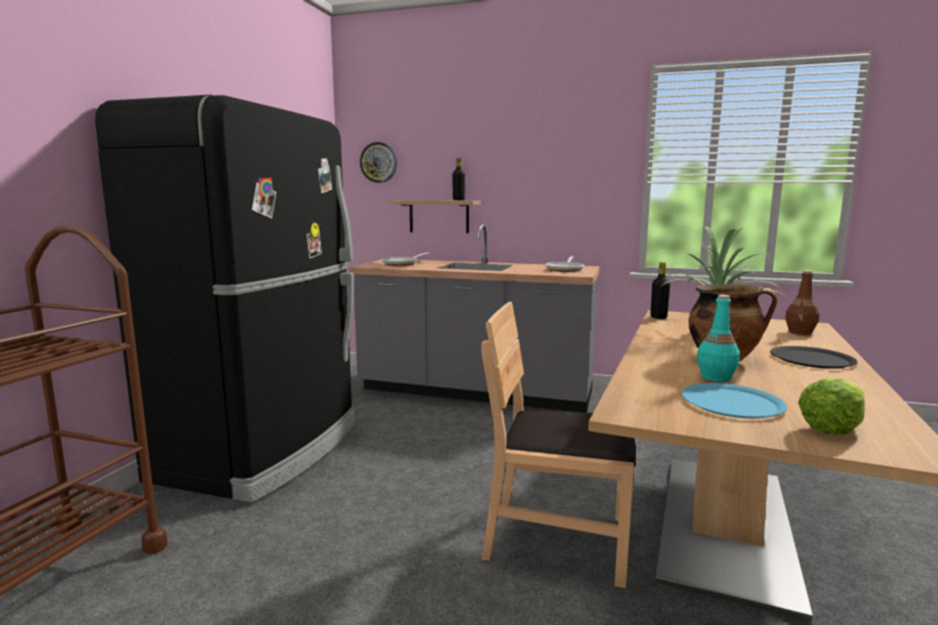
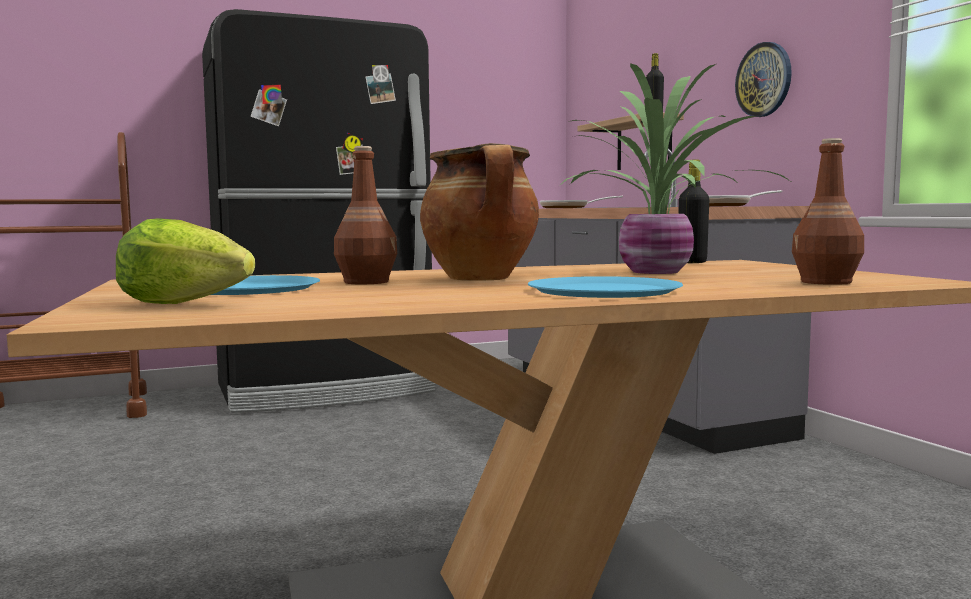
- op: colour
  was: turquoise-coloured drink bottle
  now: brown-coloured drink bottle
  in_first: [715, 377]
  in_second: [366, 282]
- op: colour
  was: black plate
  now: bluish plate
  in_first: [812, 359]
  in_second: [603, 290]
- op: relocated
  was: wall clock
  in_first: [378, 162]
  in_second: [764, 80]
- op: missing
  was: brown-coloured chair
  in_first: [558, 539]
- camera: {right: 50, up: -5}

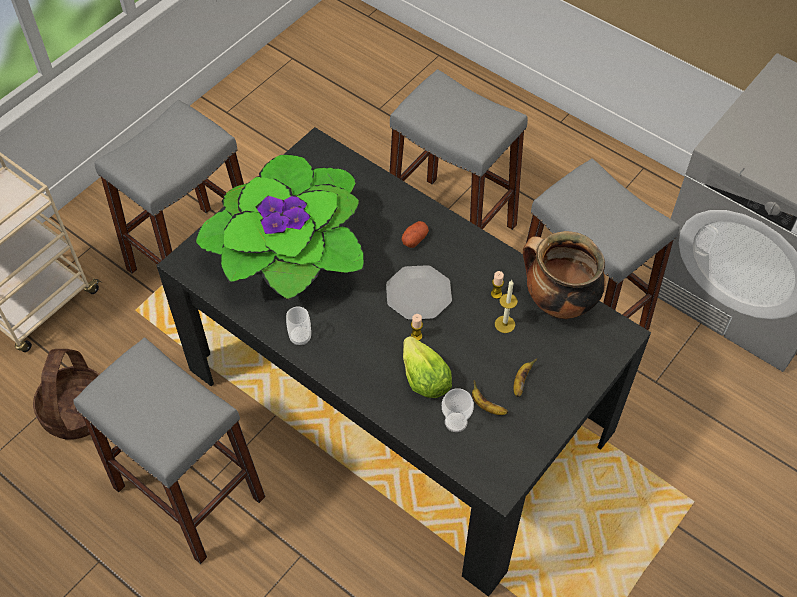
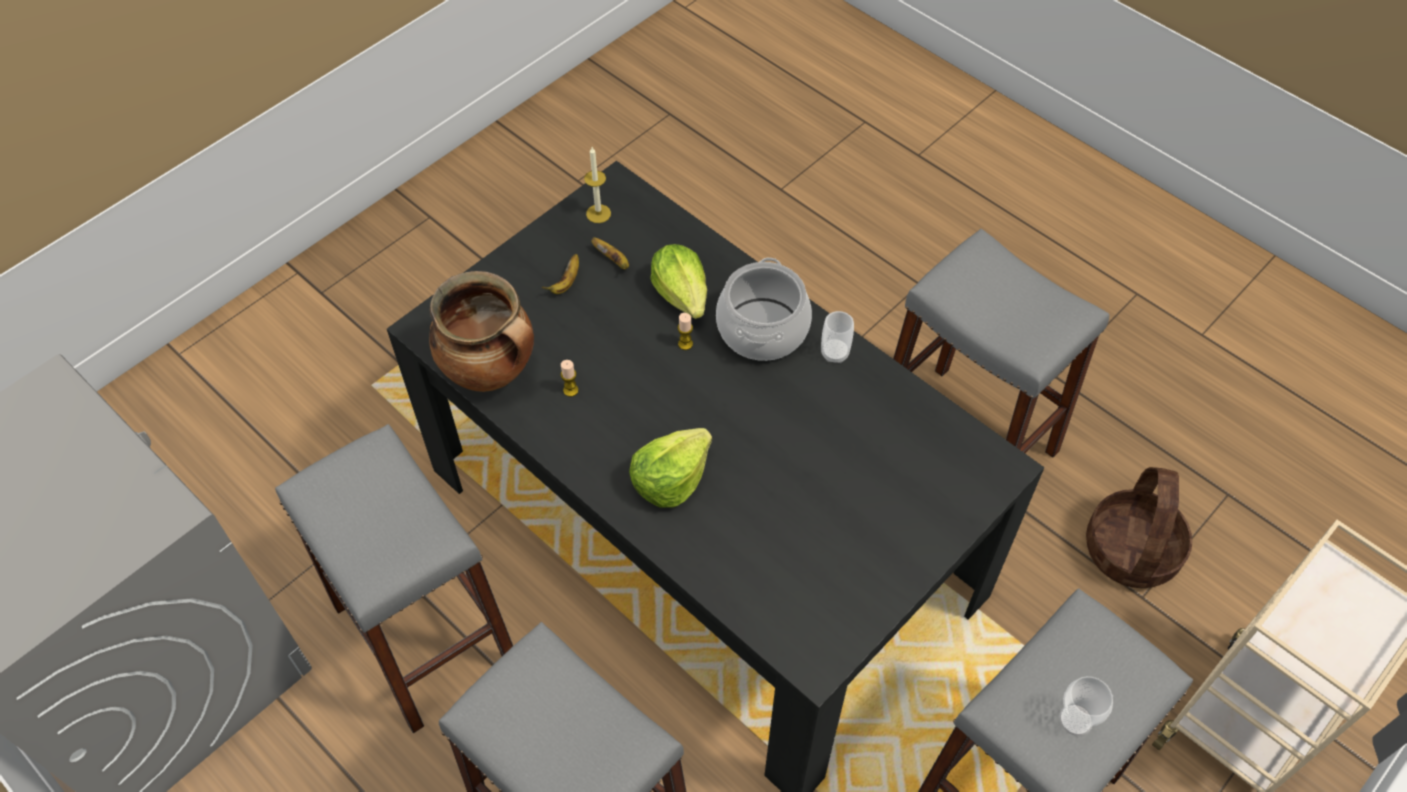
- op: relocated
  was: wax light
  in_first: [504, 324]
  in_second: [598, 213]
- op: exchanged
  was: spud
  now: lettuce head
  in_first: [414, 239]
  in_second: [670, 479]
- op: appeared
  now: cooking pot
  in_second: [763, 329]
- op: relocated
  was: drinking cup
  in_first: [456, 422]
  in_second: [1075, 720]
- op: missing
  was: potted plant
  in_first: [291, 252]
- op: missing
  was: plate
  in_first: [418, 294]
- camera: {right: -175, up: 0}

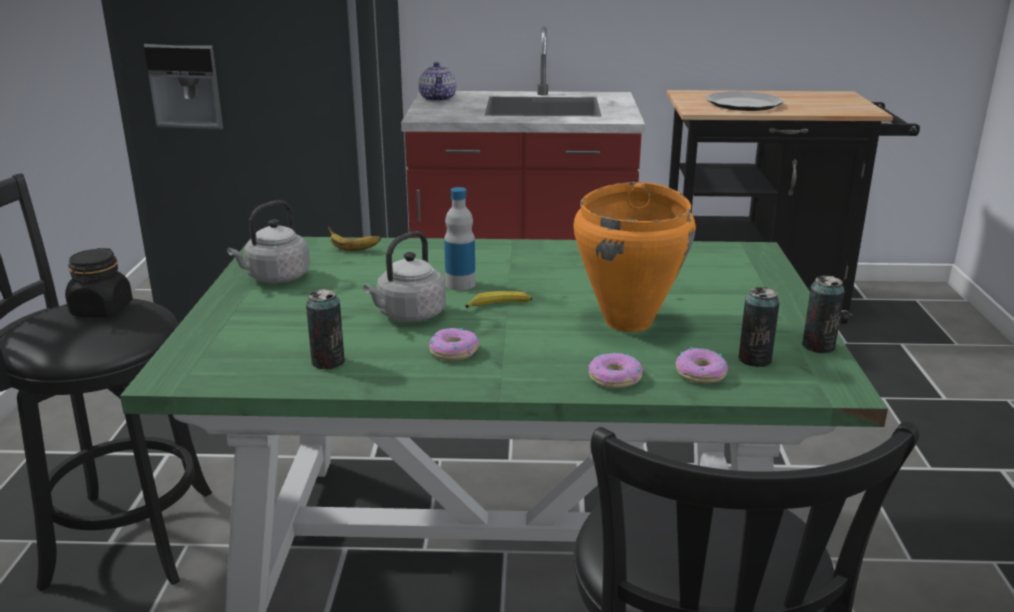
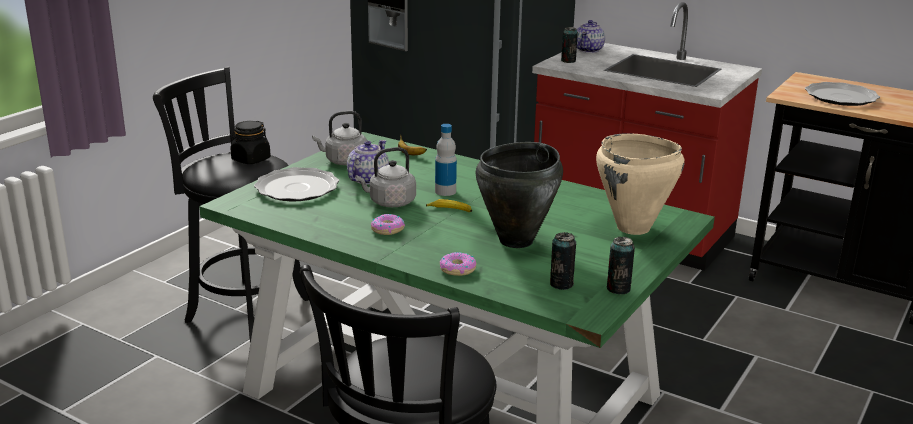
- op: appeared
  now: plate
  in_second: [297, 188]
- op: appeared
  now: tea pot
  in_second: [367, 179]
- op: colour
  was: orange cooking pot
  now: black cooking pot
  in_first: [629, 321]
  in_second: [517, 240]
- op: relocated
  was: metal can
  in_first: [328, 362]
  in_second: [568, 61]
- op: appeared
  now: beige-coloured cooking pot
  in_second: [633, 228]
- op: missing
  was: ring doughnut
  in_first: [701, 373]
- camera: {right: 30, up: 0}

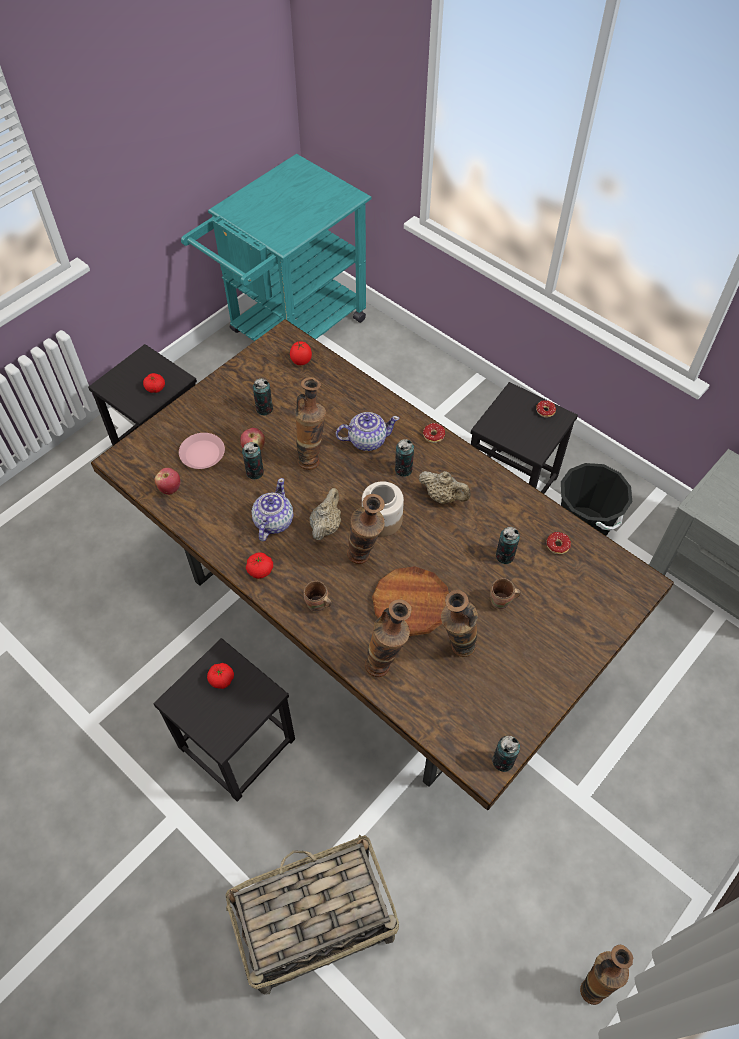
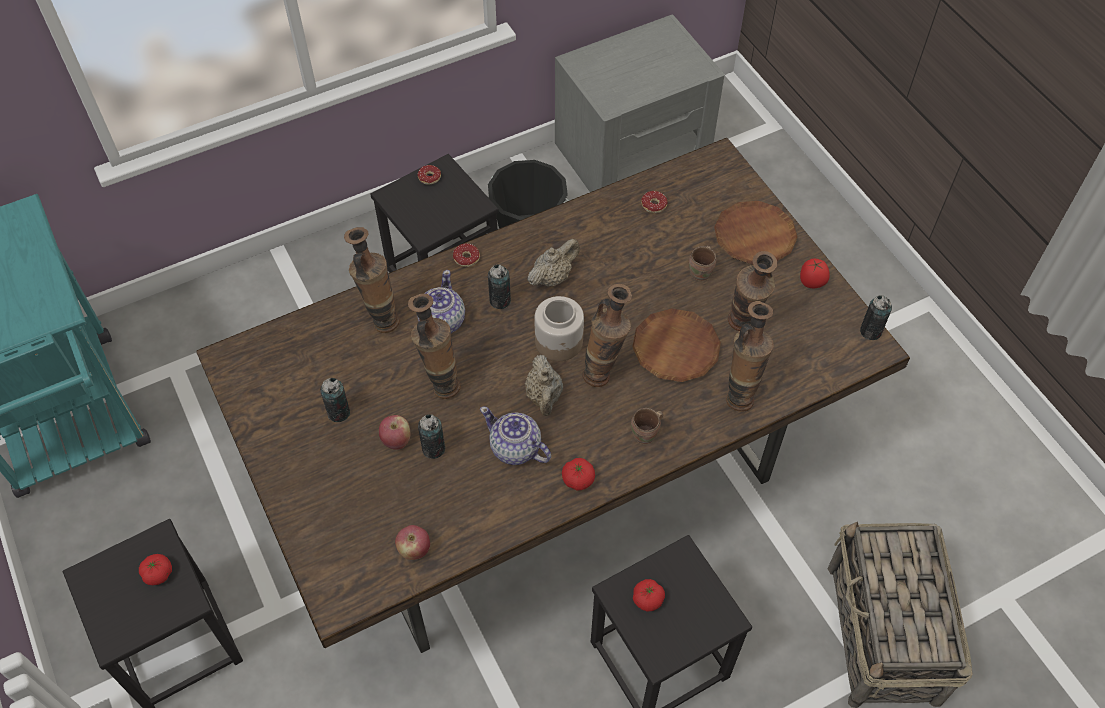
- op: relocated
  was: flower vase
  in_first: [594, 983]
  in_second: [380, 318]
- op: spun
  was: beige-coloured tea pot
  in_first: [326, 526]
  in_second: [544, 397]
  clockwise: -135
- op: appeared
  now: brown-coloured plate
  in_second: [754, 237]
- op: relocated
  was: fresh tomato
  in_first: [301, 361]
  in_second: [812, 283]
- op: missing
  was: pinkish plate
  in_first: [202, 454]
- op: missing
  was: metal can
  in_first: [505, 556]
- camera: {right: -70, up: 0}

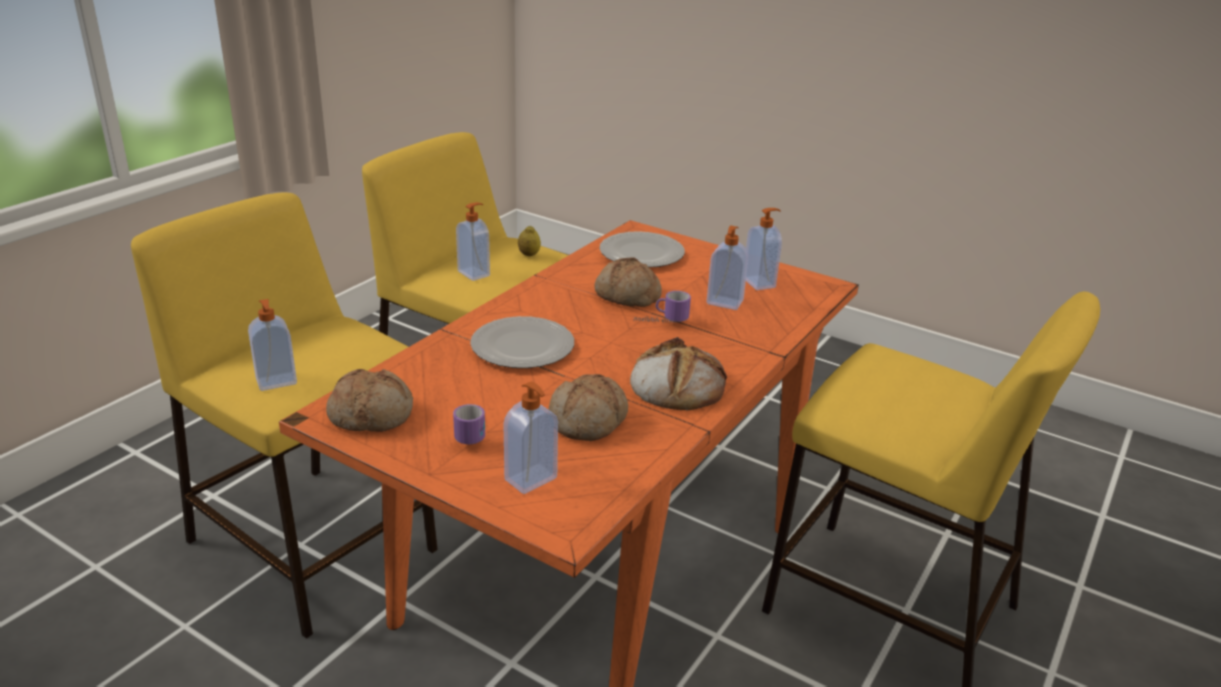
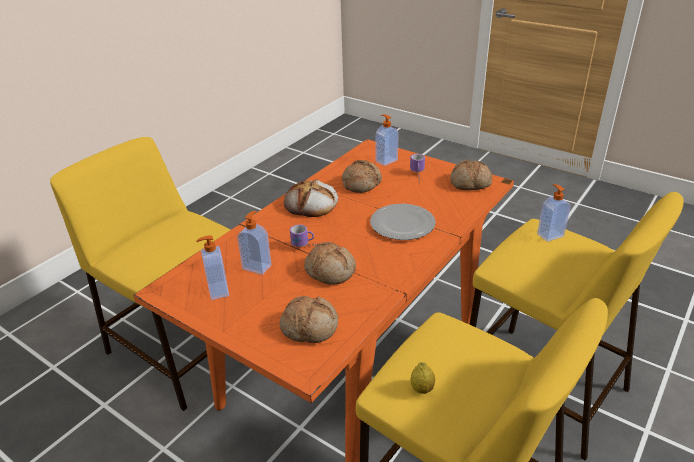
- op: exchanged
  was: plate
  now: bakery bread
  in_first: [640, 254]
  in_second: [310, 327]
- op: missing
  was: soap dispenser
  in_first: [474, 273]
- camera: {right: -175, up: 5}

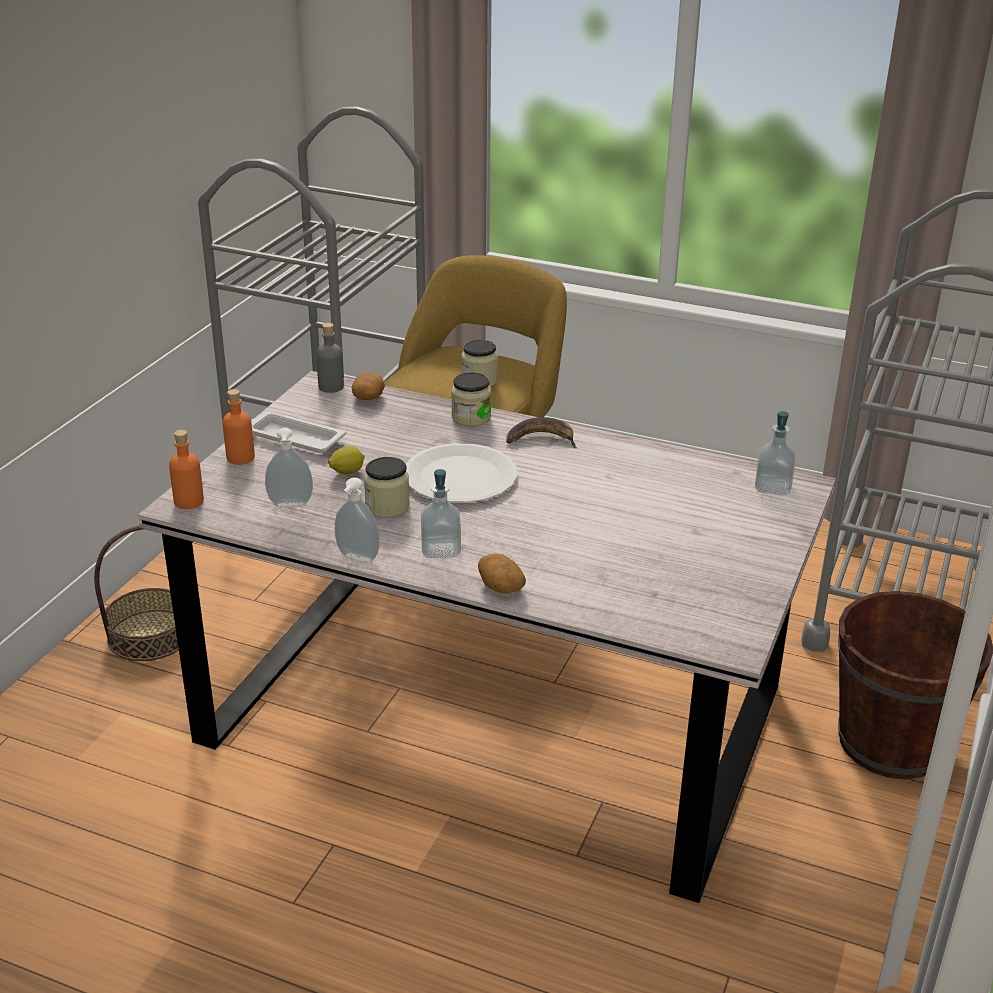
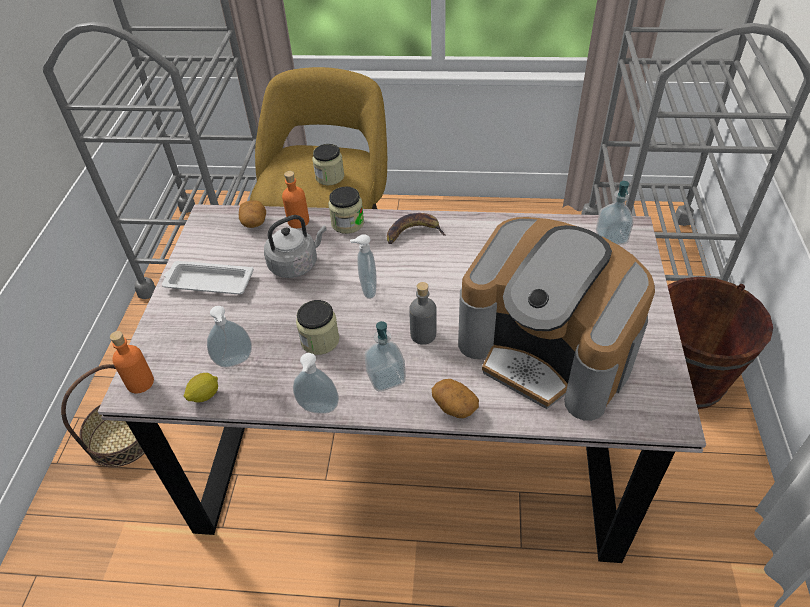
- op: relocated
  was: lemon
  in_first: [347, 472]
  in_second: [204, 396]
- op: appeared
  now: greyish tea kettle
  in_second: [296, 264]
- op: relocated
  was: orange drink bottle
  in_first: [240, 457]
  in_second: [298, 221]
- op: exchanged
  was: white plate
  now: soap dispenser
  in_first: [460, 477]
  in_second: [367, 290]
- op: relocated
  was: greyish drink bottle
  in_first: [331, 387]
  in_second: [423, 334]
- op: appeared
  now: coffee brewer
  in_second: [547, 351]
- camera: {right: -15, up: 15}

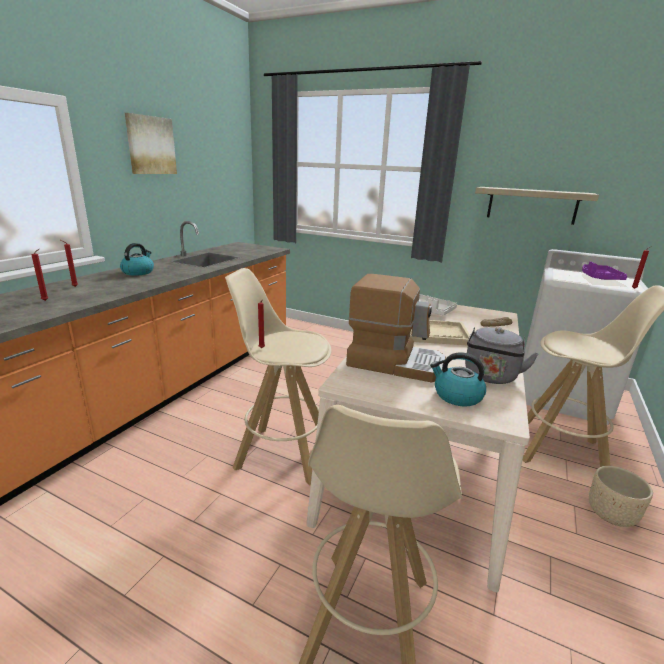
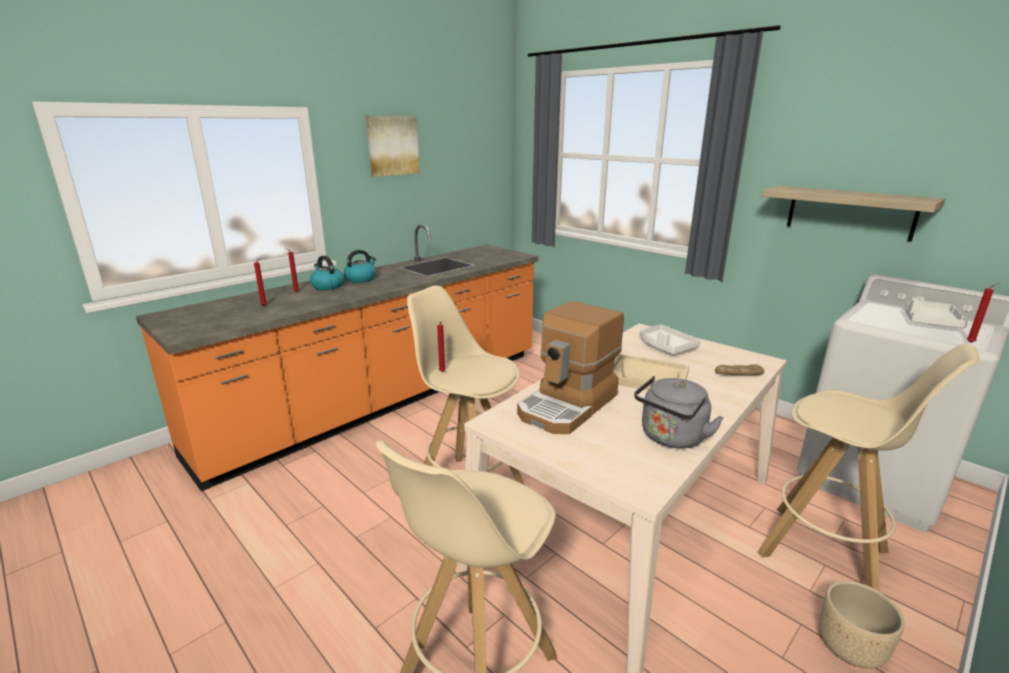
- op: relocated
  was: tea kettle
  in_first: [457, 396]
  in_second: [327, 286]
- op: spun
  was: coffee brewer
  in_first: [395, 362]
  in_second: [568, 405]
  clockwise: 90
- op: colour
  was: purple tray
  now: white tray
  in_first: [599, 278]
  in_second: [929, 321]
- camera: {right: 20, up: 0}

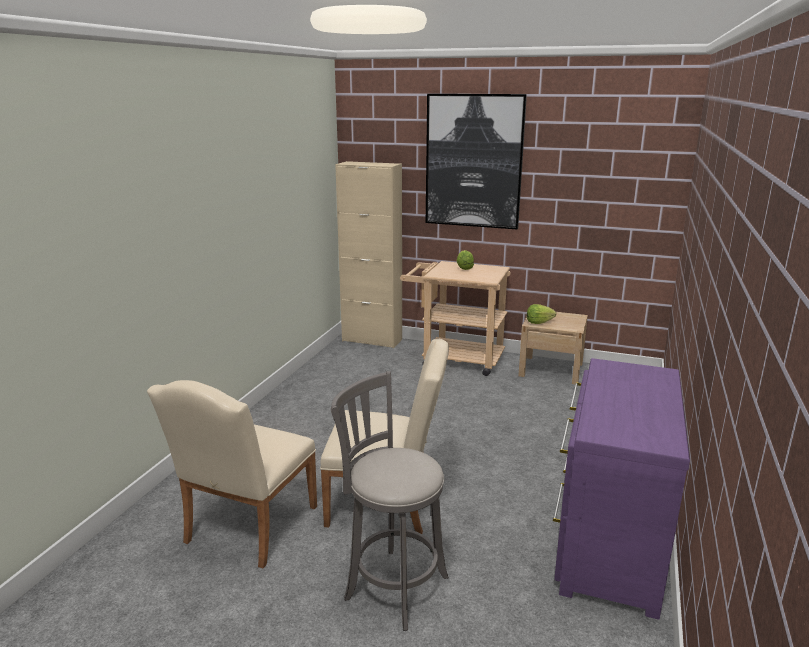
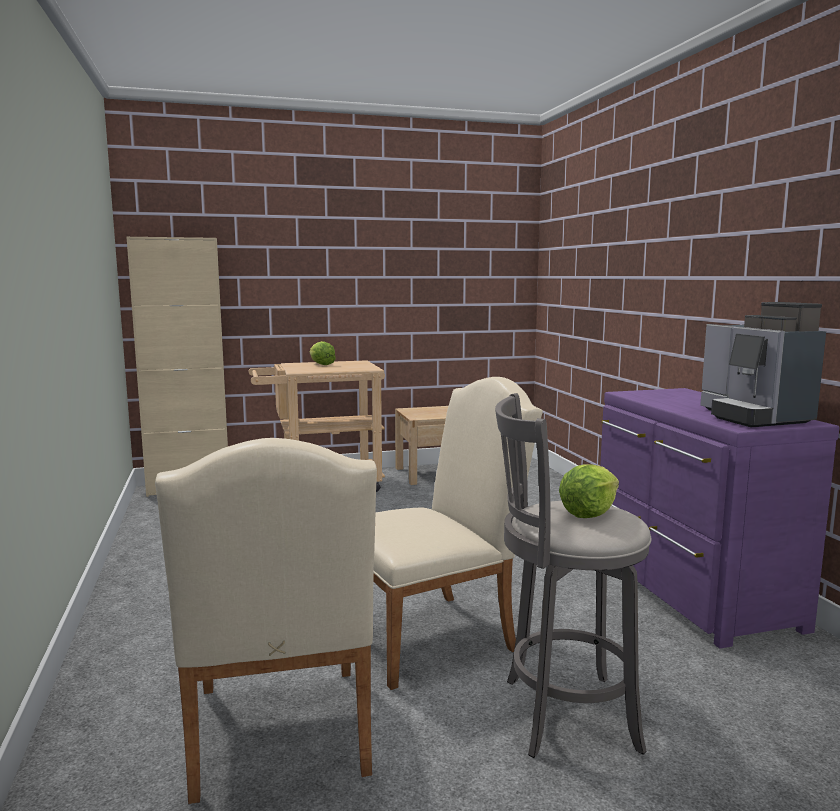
- op: relocated
  was: lettuce head
  in_first: [539, 322]
  in_second: [589, 512]
- op: appeared
  now: coffee brewer
  in_second: [753, 417]
- op: missing
  was: picture
  in_first: [473, 161]
- camera: {right: -35, up: -10}

